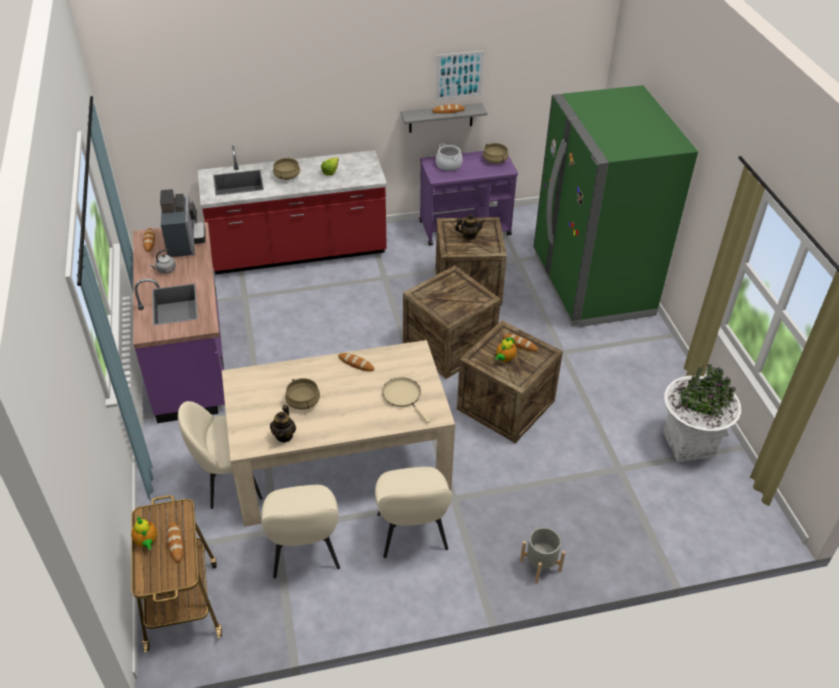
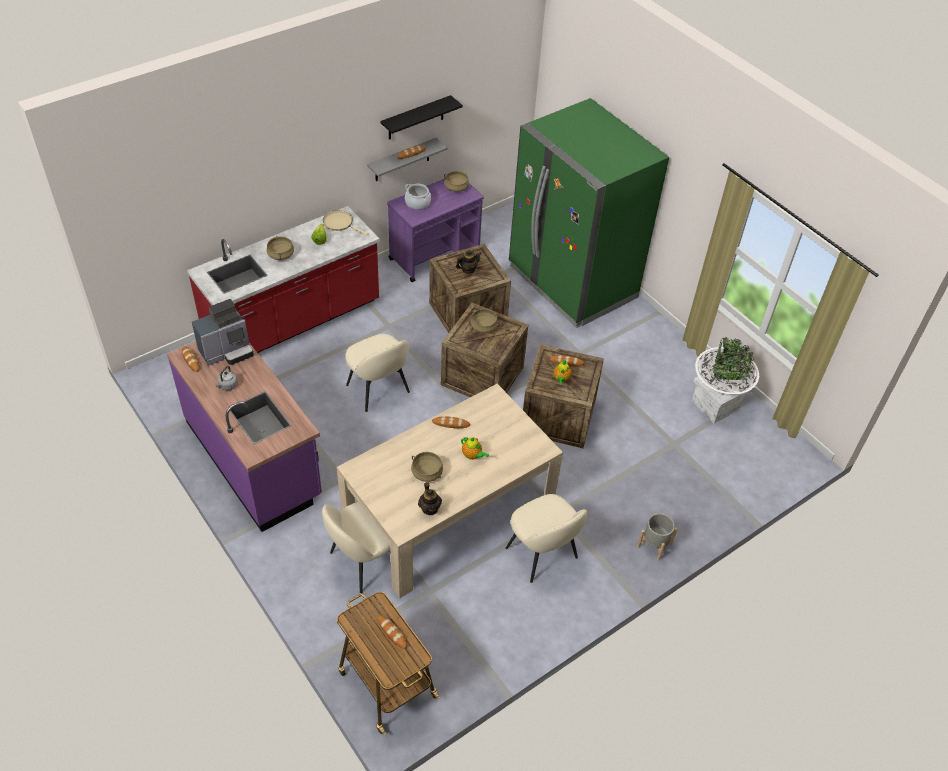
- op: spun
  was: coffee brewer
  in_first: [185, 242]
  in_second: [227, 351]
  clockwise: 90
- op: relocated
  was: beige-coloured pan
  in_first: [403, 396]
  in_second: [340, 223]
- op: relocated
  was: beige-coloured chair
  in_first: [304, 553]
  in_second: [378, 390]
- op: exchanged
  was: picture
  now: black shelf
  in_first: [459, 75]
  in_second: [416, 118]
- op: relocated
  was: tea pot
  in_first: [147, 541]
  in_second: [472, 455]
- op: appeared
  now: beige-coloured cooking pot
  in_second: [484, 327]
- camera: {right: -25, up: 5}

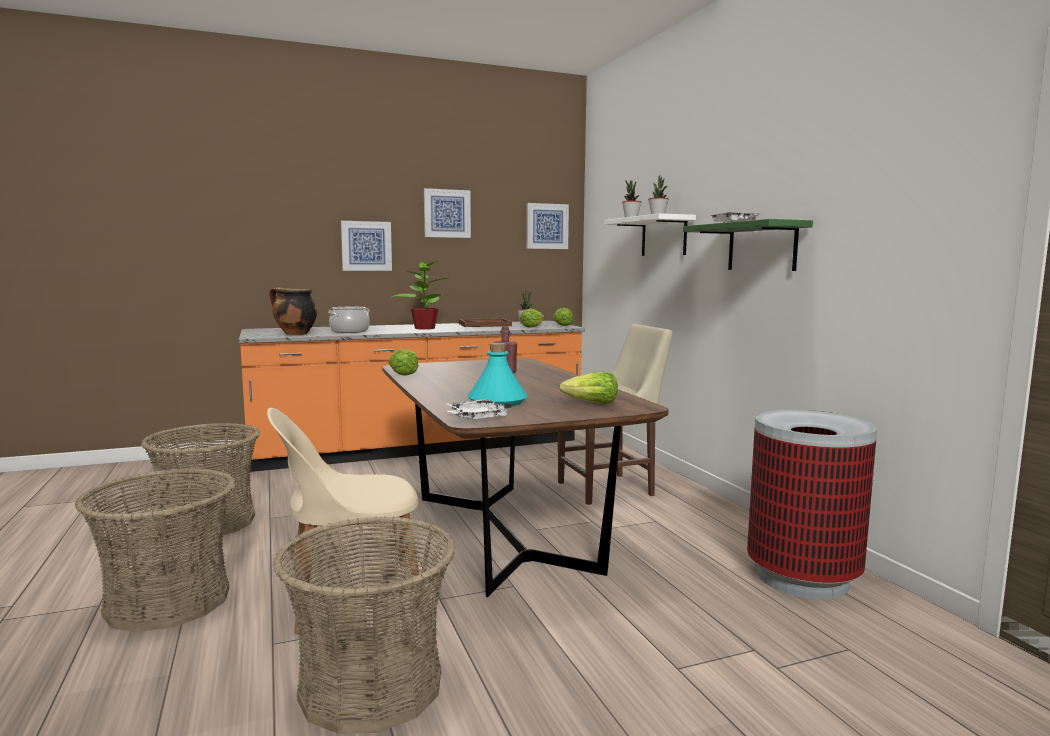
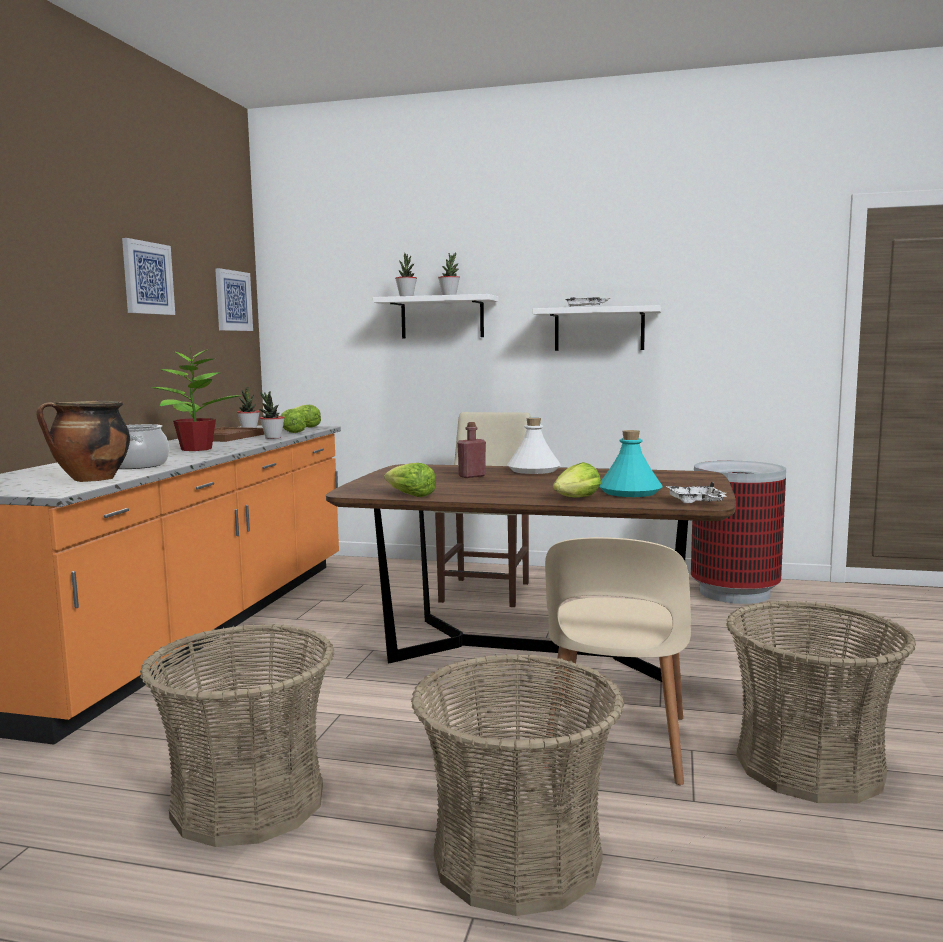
- op: appeared
  now: potted plant
  in_second: [273, 438]
- op: appeared
  now: white drink bottle
  in_second: [533, 470]
- op: colour
  was: green shelf
  now: white shelf
  in_first: [761, 247]
  in_second: [599, 329]
- op: relocated
  was: lettuce head
  in_first: [591, 403]
  in_second: [577, 499]
- op: missing
  was: picture
  in_first: [366, 246]
- camera: {right: -55, up: 0}

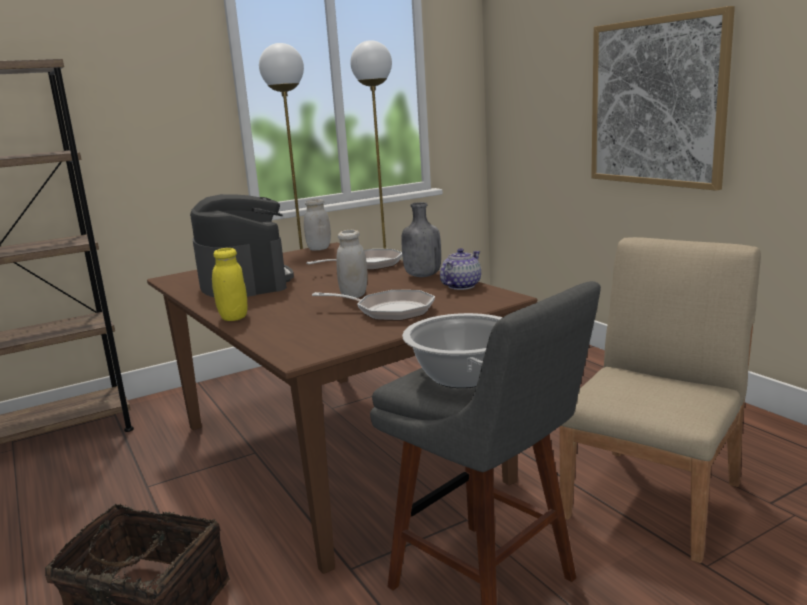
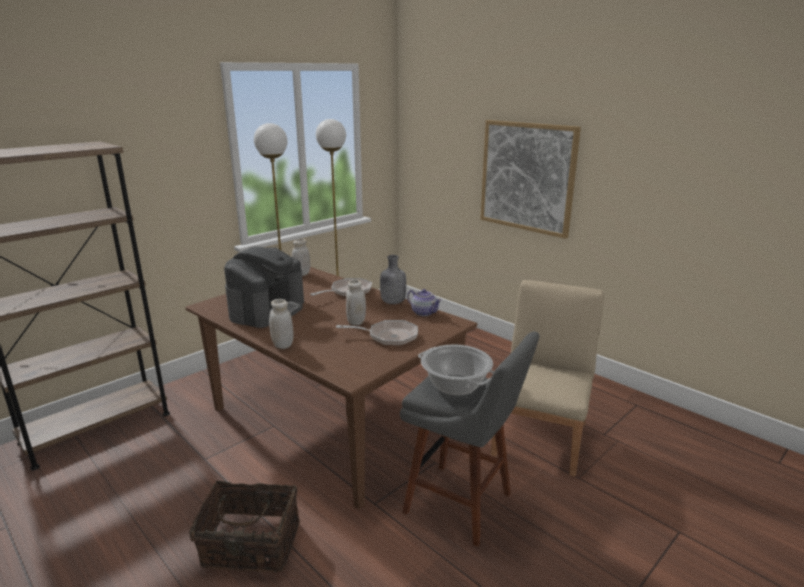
- op: spun
  was: coffee brewer
  in_first: [245, 282]
  in_second: [267, 310]
  clockwise: 60
- op: colour
  was: yellow jar
  now: white jar
  in_first: [233, 317]
  in_second: [282, 345]
- op: spun
  was: tea pot
  in_first: [460, 286]
  in_second: [423, 312]
  clockwise: 105
- camera: {right: -15, up: 5}

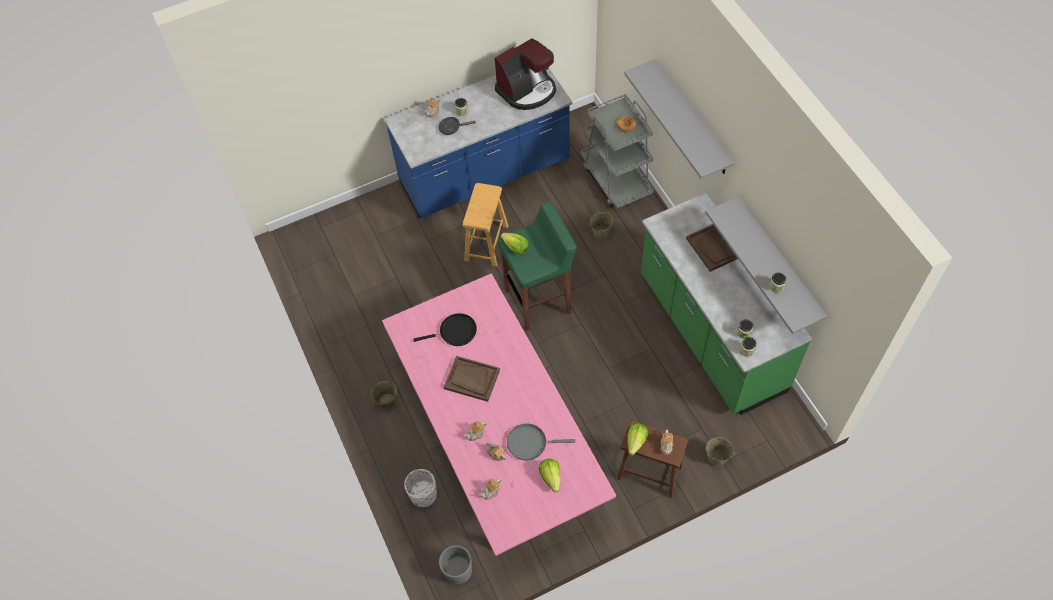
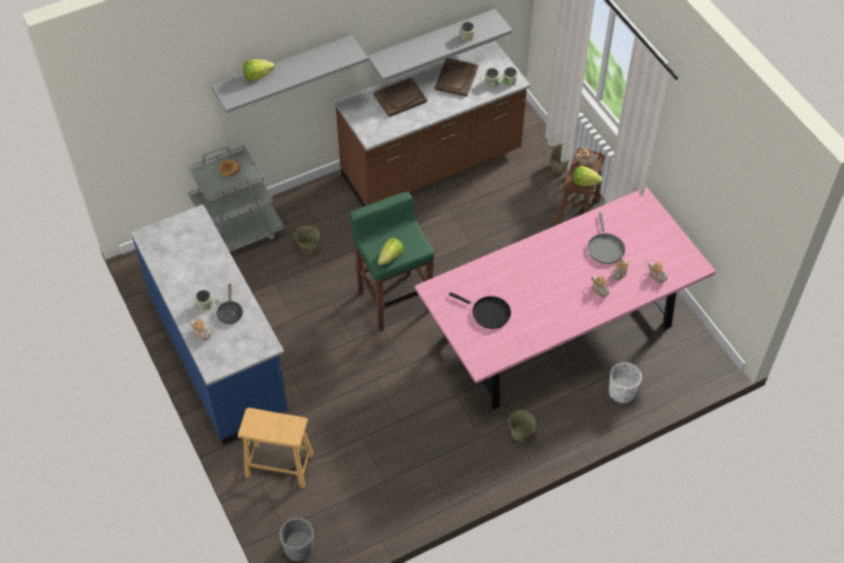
- op: relocated
  was: brown-coloured stool seat
  in_first: [486, 243]
  in_second: [279, 465]
- op: relocated
  was: lettuce head
  in_first: [551, 477]
  in_second: [257, 75]
- op: relocated
  was: greyish flower pot
  in_first: [458, 570]
  in_second: [299, 548]
- op: colour
  was: green counter
  now: brown-coloured counter
  in_first: [710, 334]
  in_second: [432, 165]
- op: relocated
  was: brown-coloured tray
  in_first: [471, 379]
  in_second: [456, 78]
- op: spun
  was: black pan
  in_first: [455, 332]
  in_second: [488, 313]
  clockwise: 135
- op: missing
  was: coffee brewer
  in_first: [527, 90]
- camera: {right: -95, up: -5}

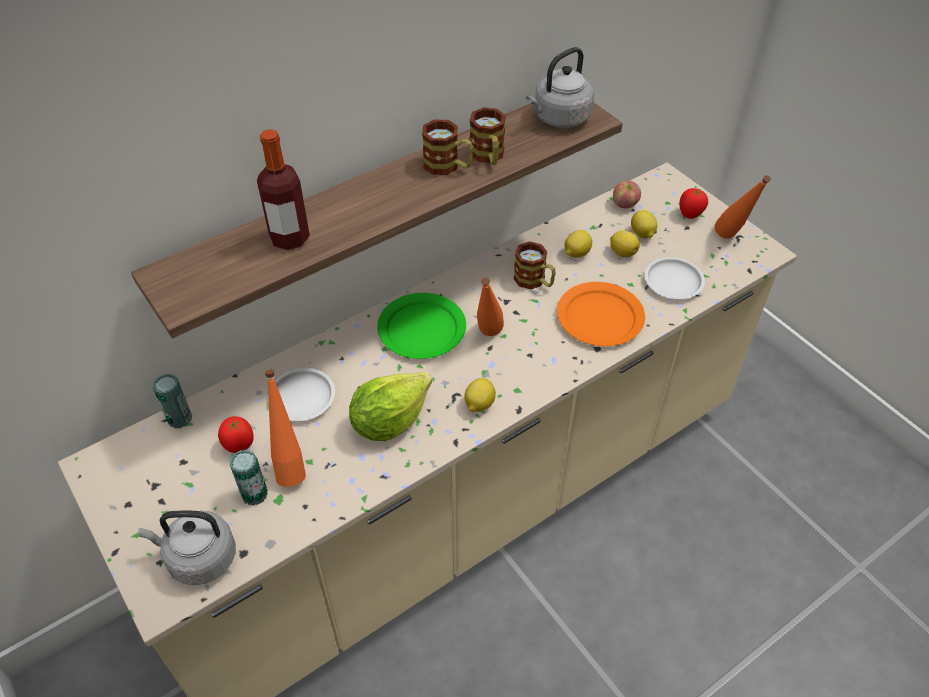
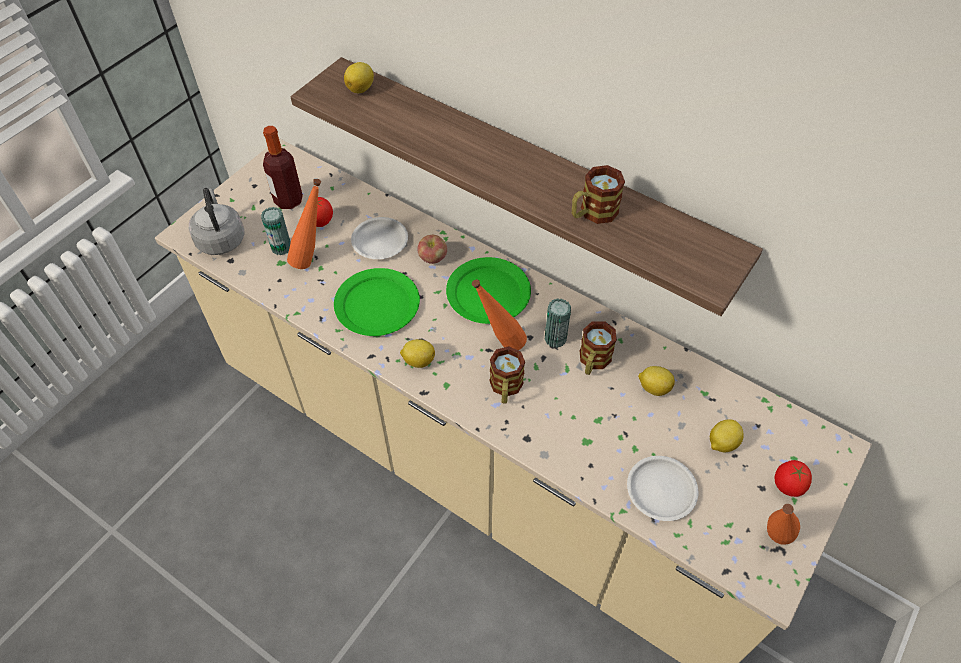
- op: relocated
  was: drink bottle
  in_first: [290, 238]
  in_second: [288, 200]
- op: exchanged
  was: lettuce head
  now: green plate
  in_first: [389, 421]
  in_second: [377, 304]
- op: relocated
  was: lemon
  in_first: [622, 252]
  in_second: [361, 88]
- op: relocated
  was: whole apple
  in_first: [625, 204]
  in_second: [433, 258]
- op: relocated
  was: tea mug
  in_first: [448, 166]
  in_second: [505, 388]
- op: relocated
  was: metal can
  in_first: [179, 418]
  in_second: [555, 338]
- op: missing
  was: greyish tea kettle
  in_first: [559, 118]
- op: missing
  was: orange plate
  in_first: [599, 316]
- camera: {right: 70, up: 5}

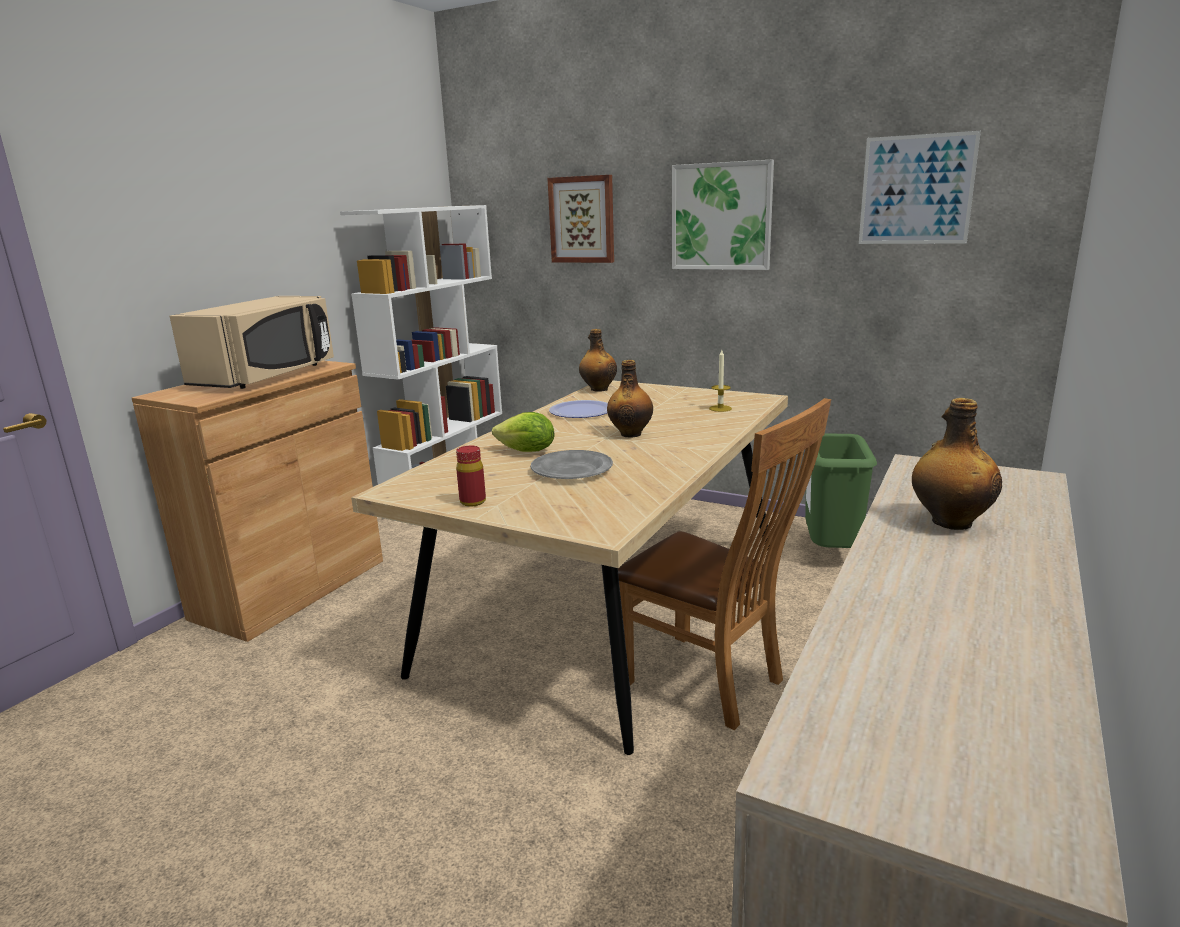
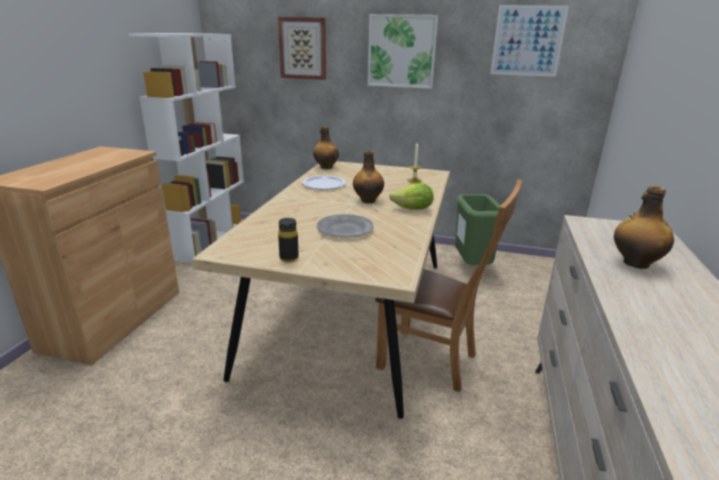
- op: colour
  was: red drink bottle
  now: black drink bottle
  in_first: [473, 502]
  in_second: [289, 258]
- op: relocated
  was: lettuce head
  in_first: [527, 452]
  in_second: [413, 209]
- op: missing
  was: beige-coloured microwave oven
  in_first: [269, 376]
- camera: {right: -15, up: 5}

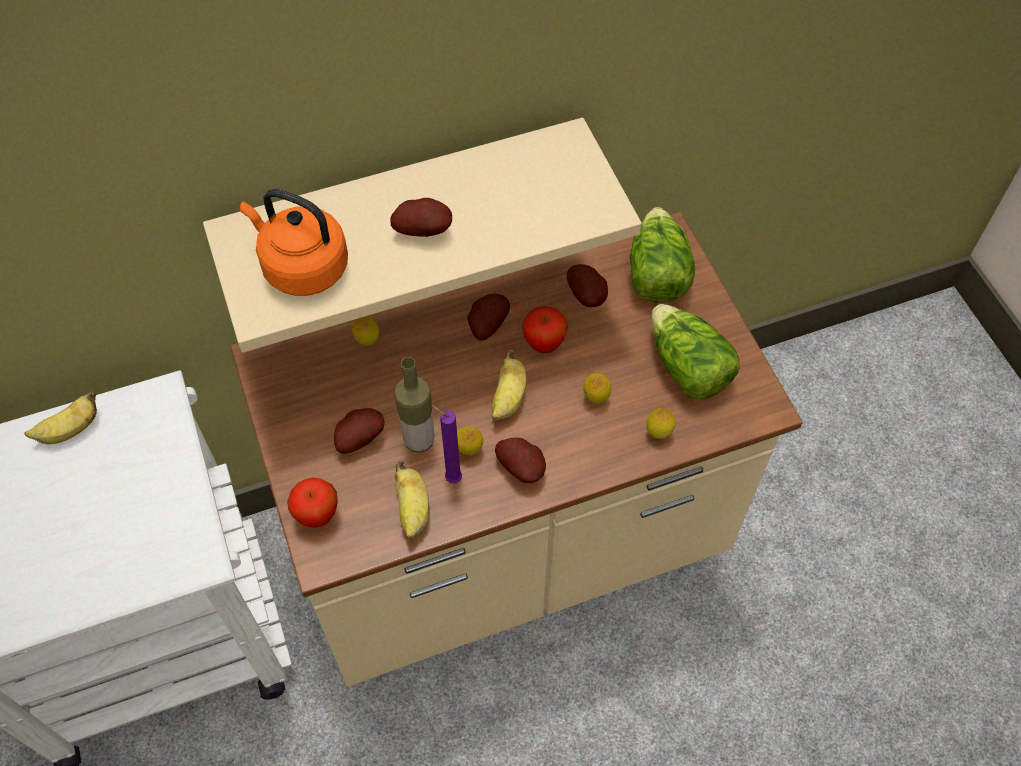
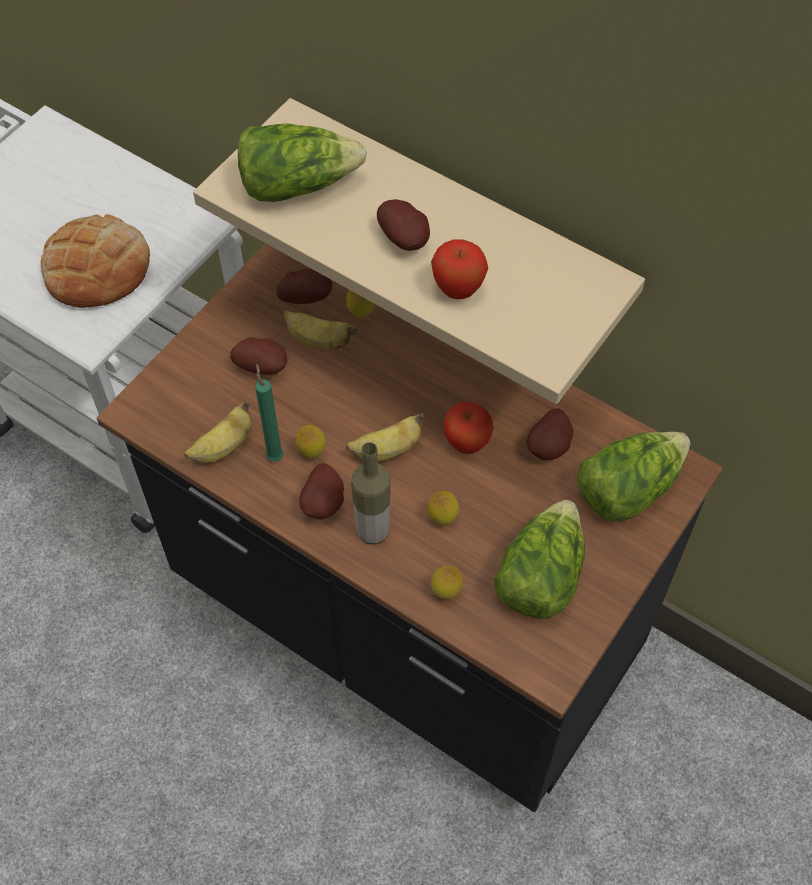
- op: appeared
  now: bakery bread
  in_second: [97, 268]
- op: colour
  was: beige-coloured counter
  now: black counter
  in_first: [510, 544]
  in_second: [406, 619]
- op: exchanged
  was: orange tea kettle
  now: lettuce head
  in_first: [302, 267]
  in_second: [297, 184]
- op: colour
  was: purple wax light
  now: green wax light
  in_first: [451, 477]
  in_second: [274, 455]
- op: relocated
  was: spud
  in_first: [486, 325]
  in_second: [306, 297]
- op: relocated
  was: banana fruit
  in_first: [70, 430]
  in_second: [318, 340]
- op: relocated
  was: drink bottle
  in_first: [419, 440]
  in_second: [373, 531]
- op: relocated
  was: whole apple
  in_first: [317, 515]
  in_second: [458, 289]
- camera: {right: 55, up: 0}

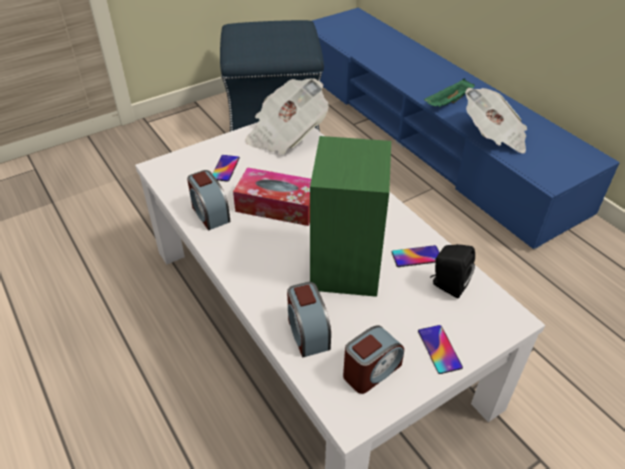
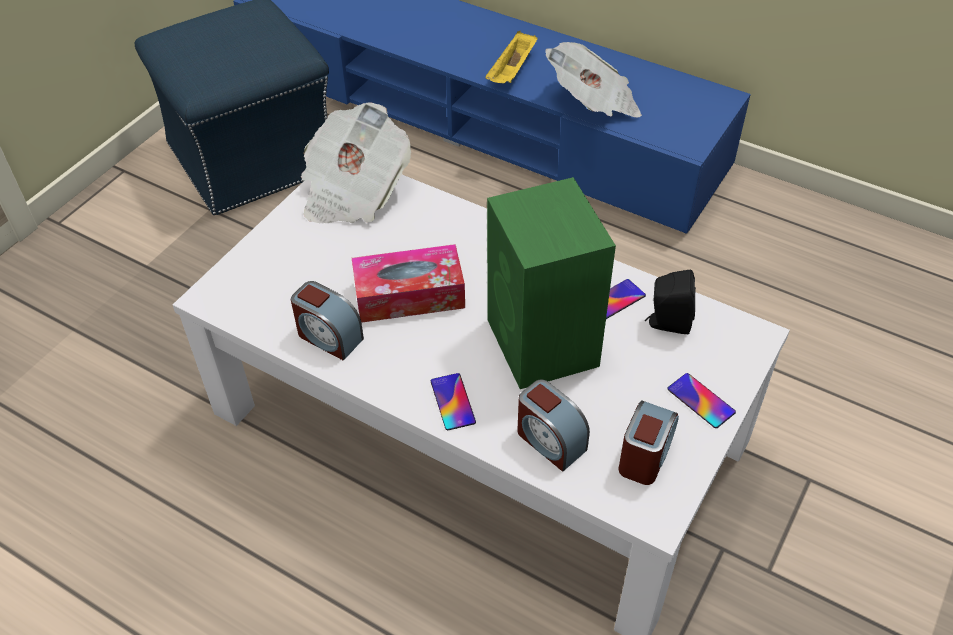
- op: relocated
  was: telephone
  in_first: [225, 168]
  in_second: [452, 402]
- op: colour
  was: green tray
  now: yellow tray
  in_first: [448, 103]
  in_second: [512, 71]
- camera: {right: -25, up: 5}

